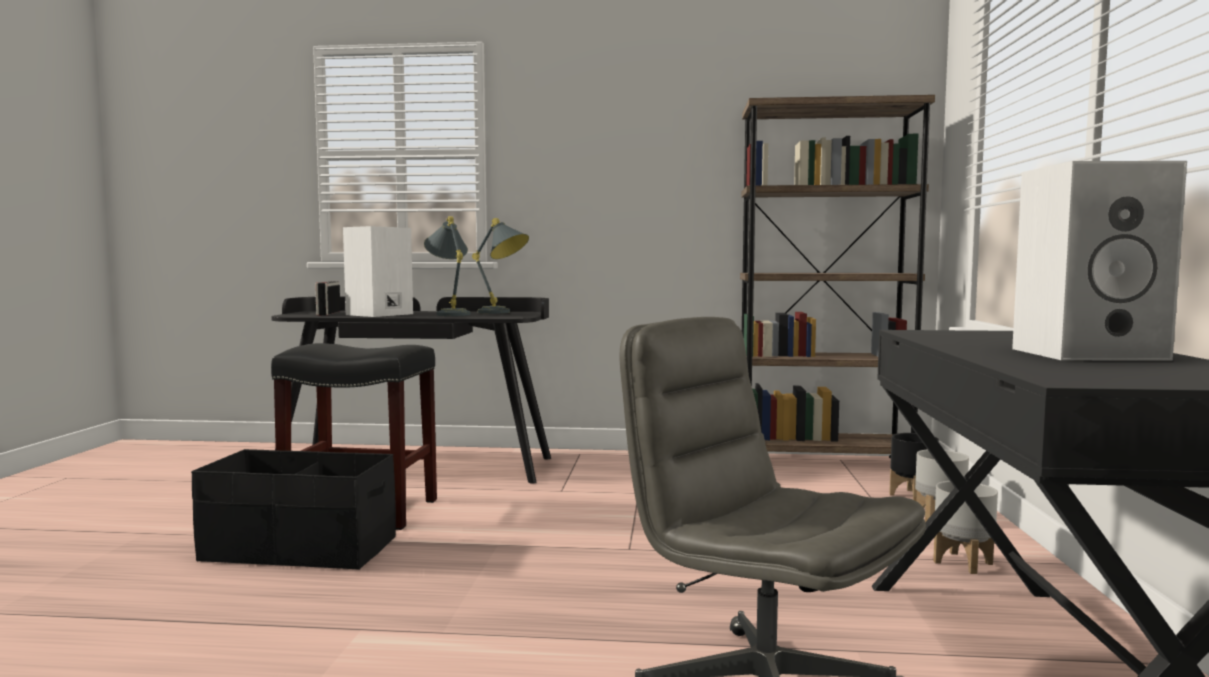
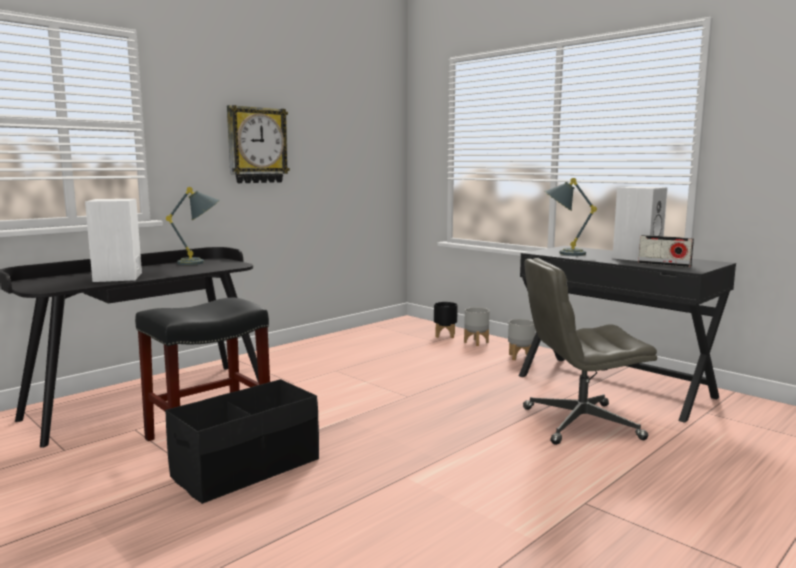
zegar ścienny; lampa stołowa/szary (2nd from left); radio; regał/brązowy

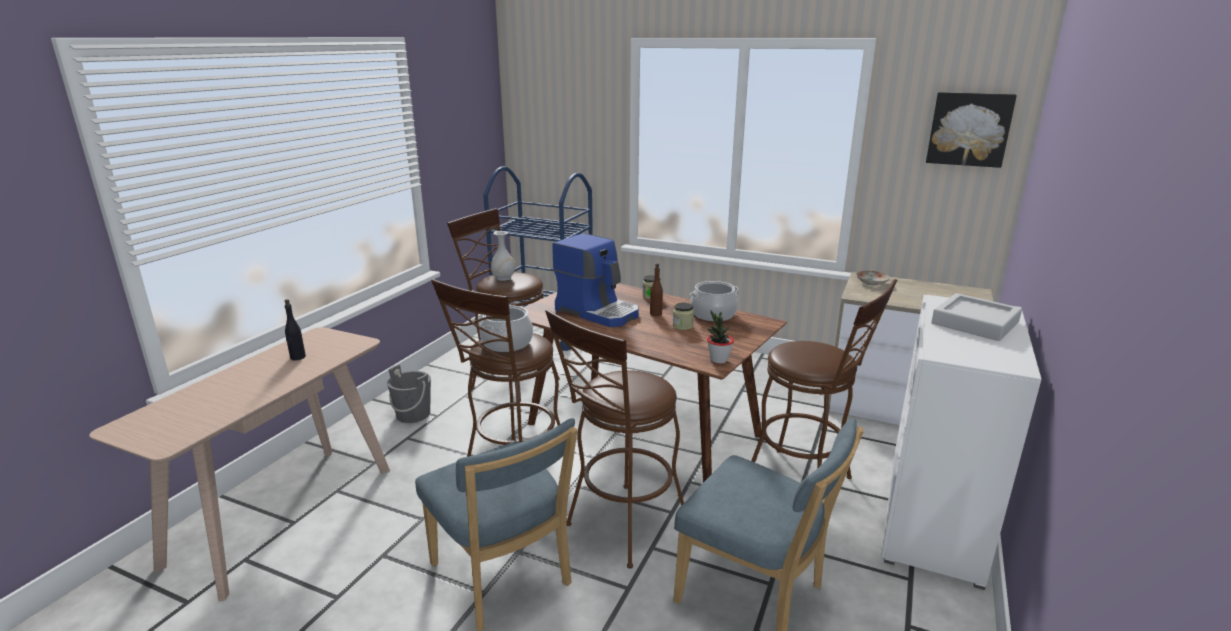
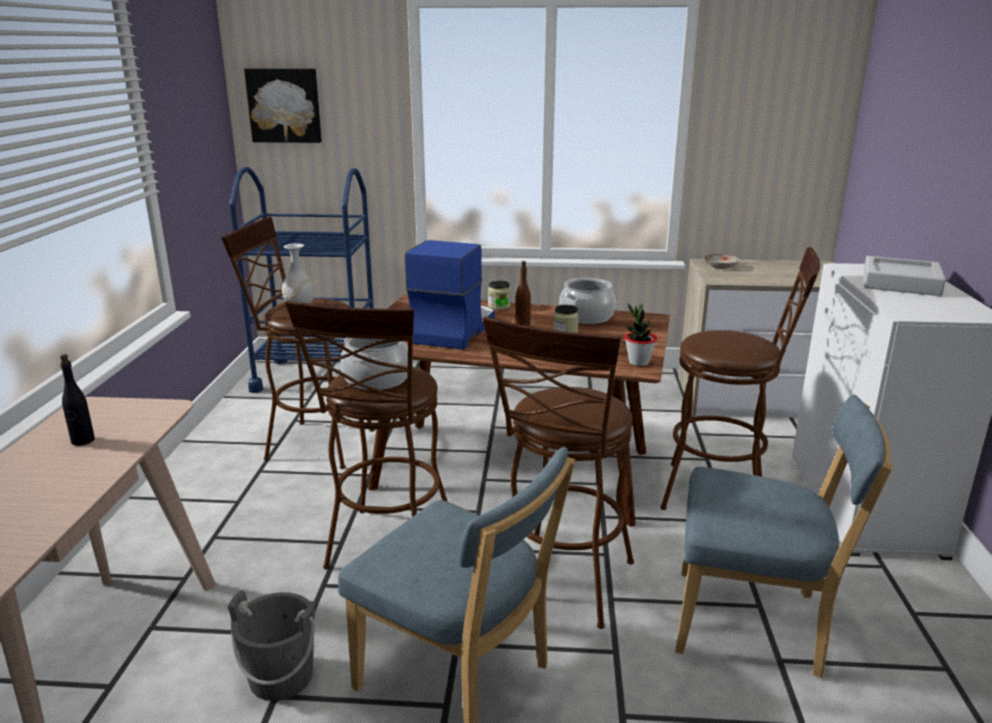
wiadro/szary; obraz; ekspres do kawy

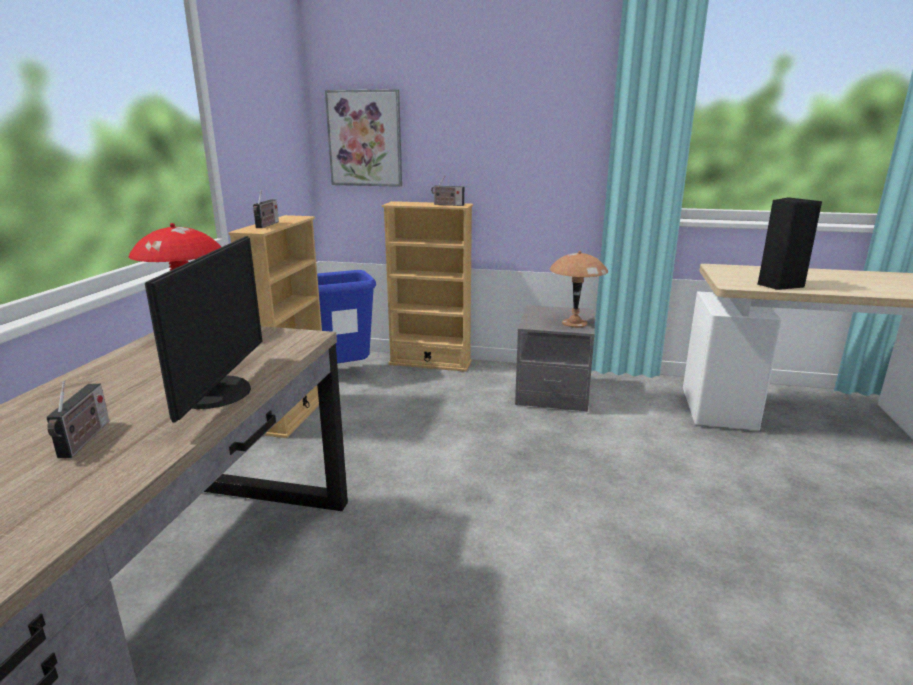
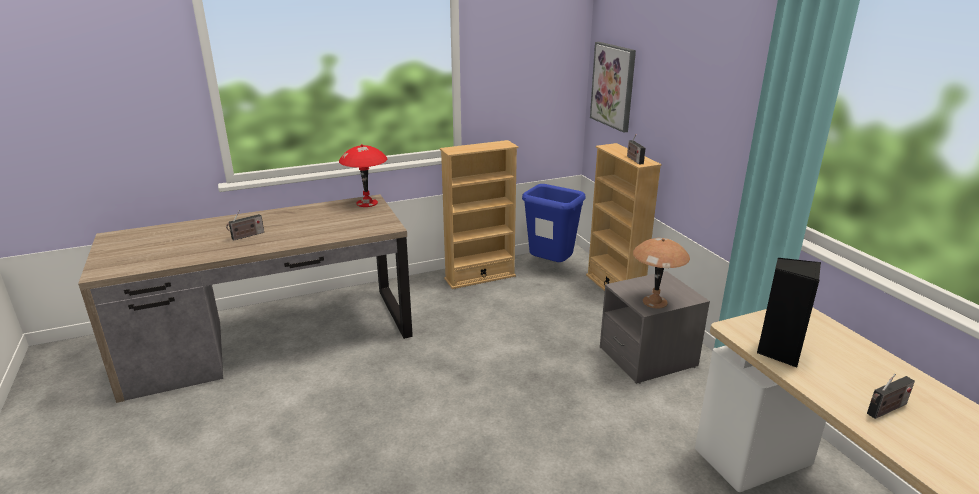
radio (3rd from left); monitor

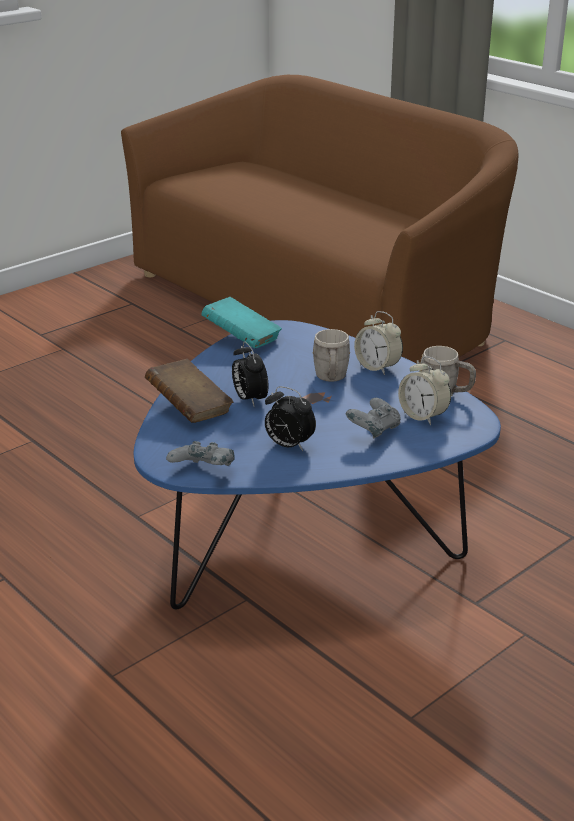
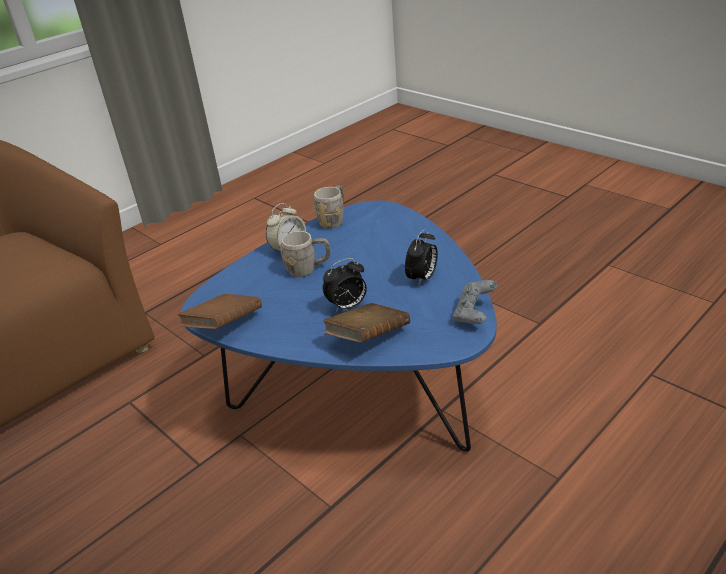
książka/brązowy (1st from left); pad do gier/szary (2nd from left in the first image); budzik (4th from left in the first image)

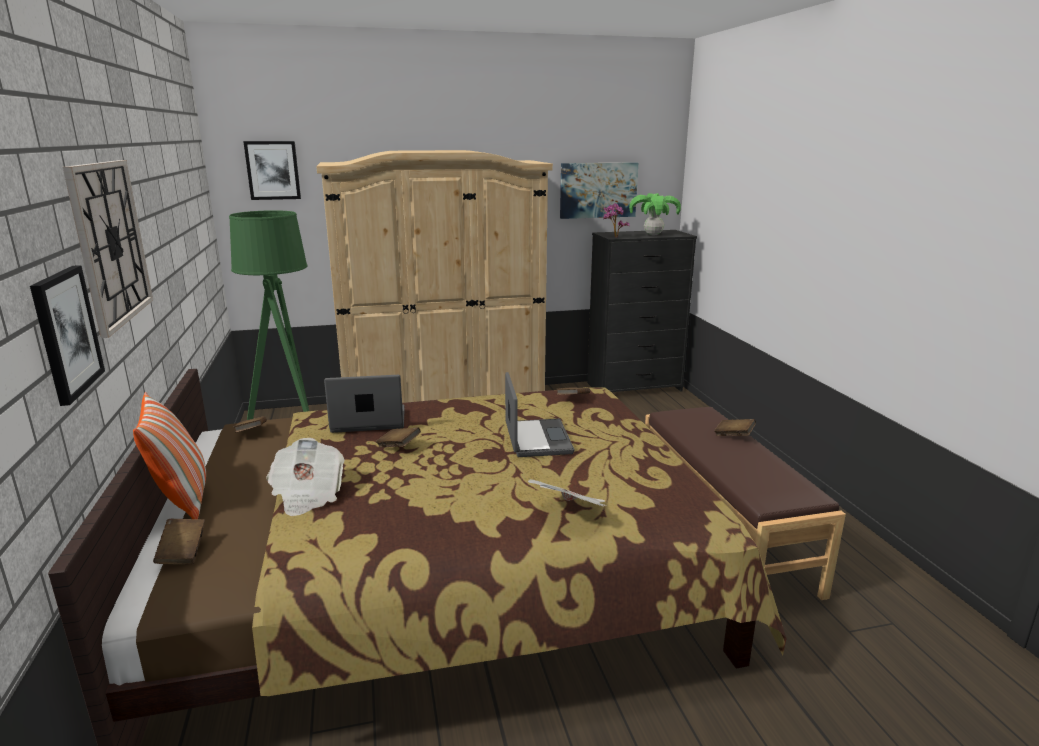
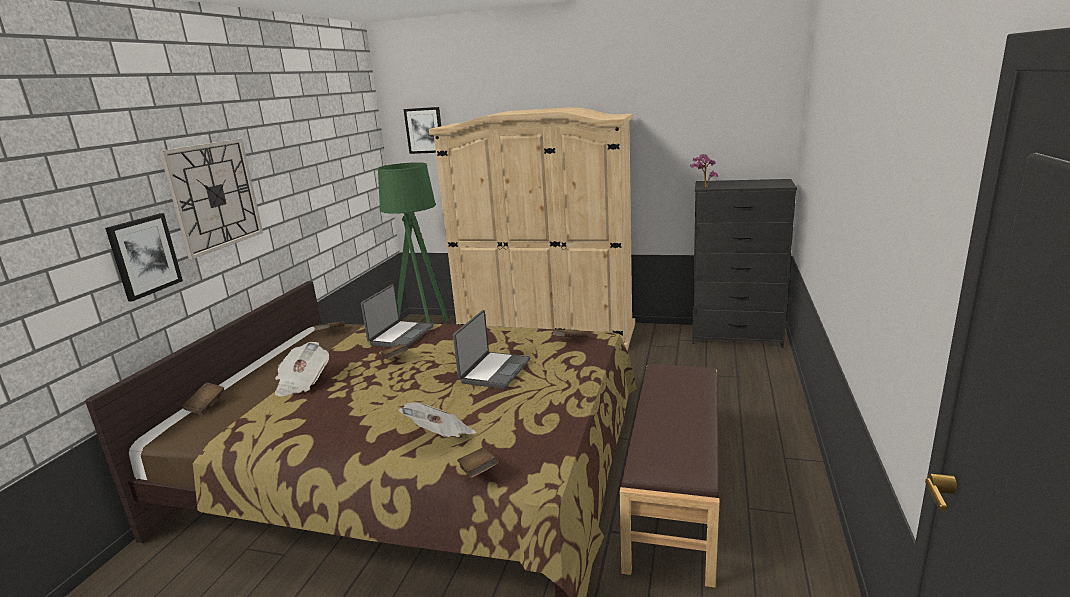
laptop (1st from left); książka/brązowy (4th from left); poduszka; obraz (3rd from left in the first image); roślina doniczkowa (2nd from left in the first image)

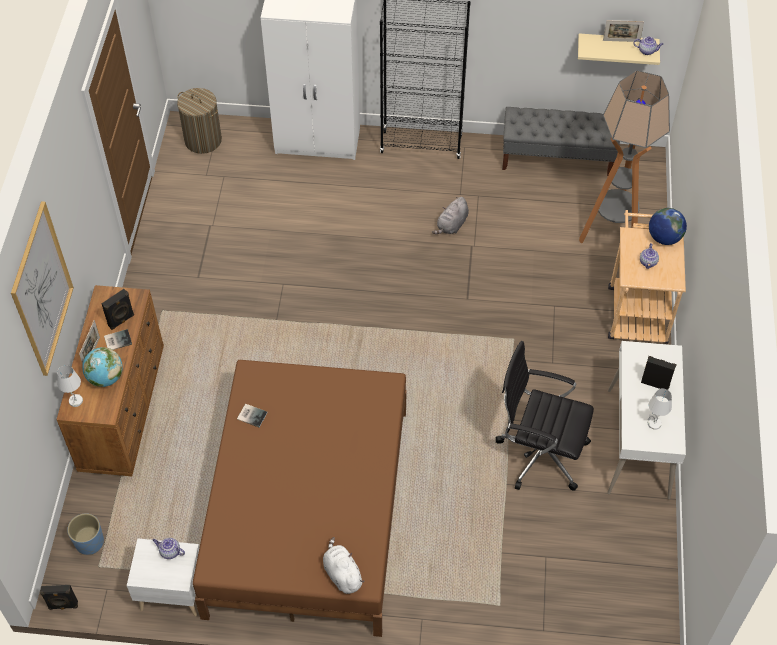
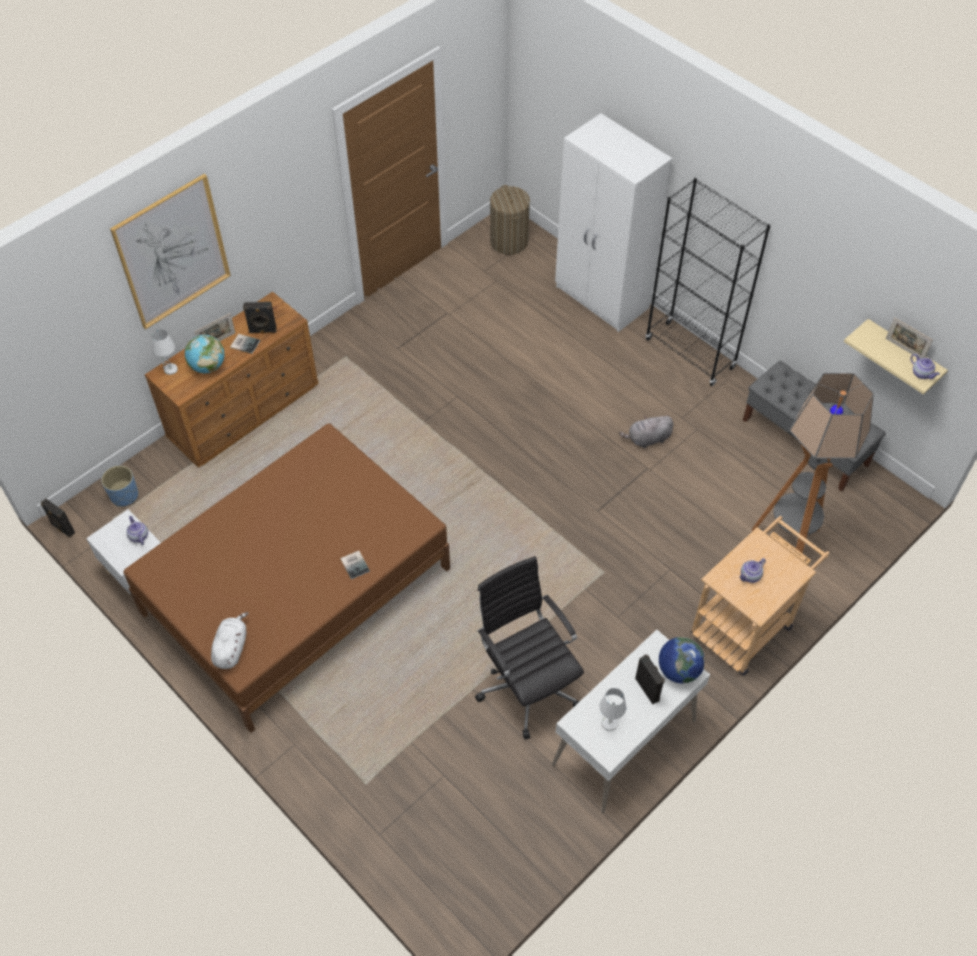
książka (2nd from left); globus (2nd from left)

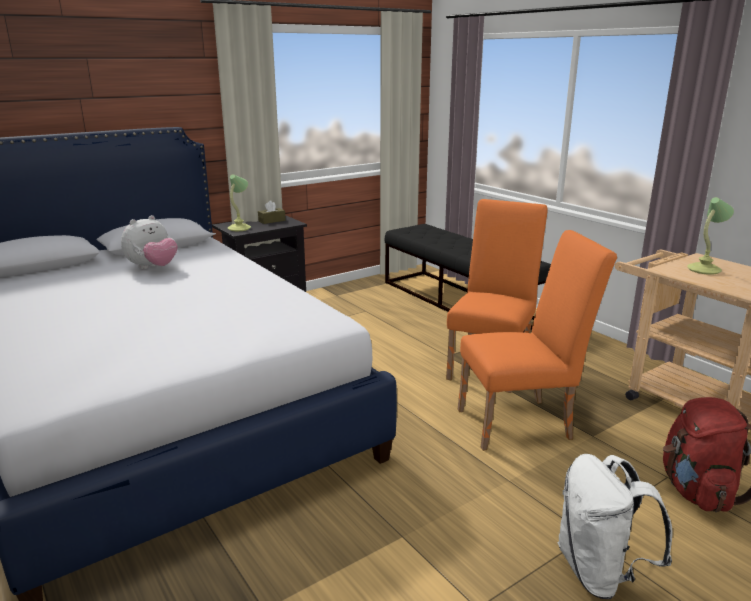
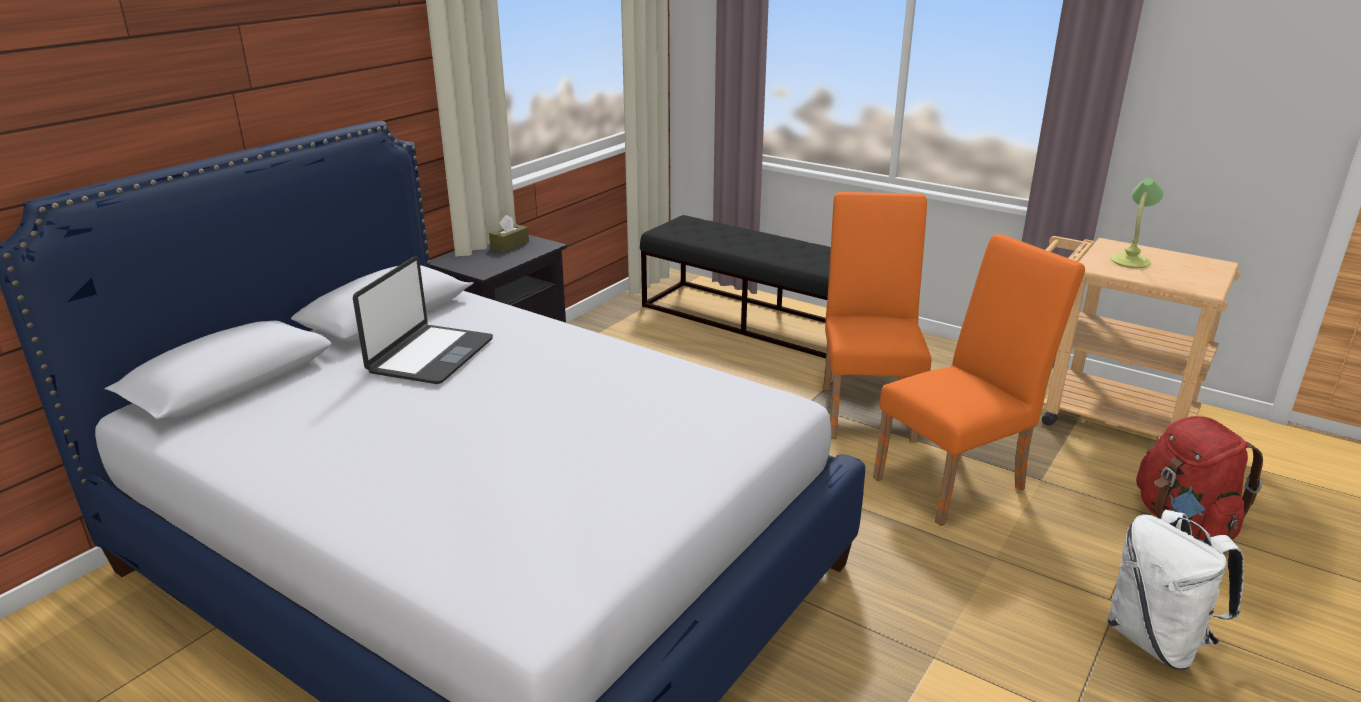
laptop; lampa stołowa (1st from left in the first image)

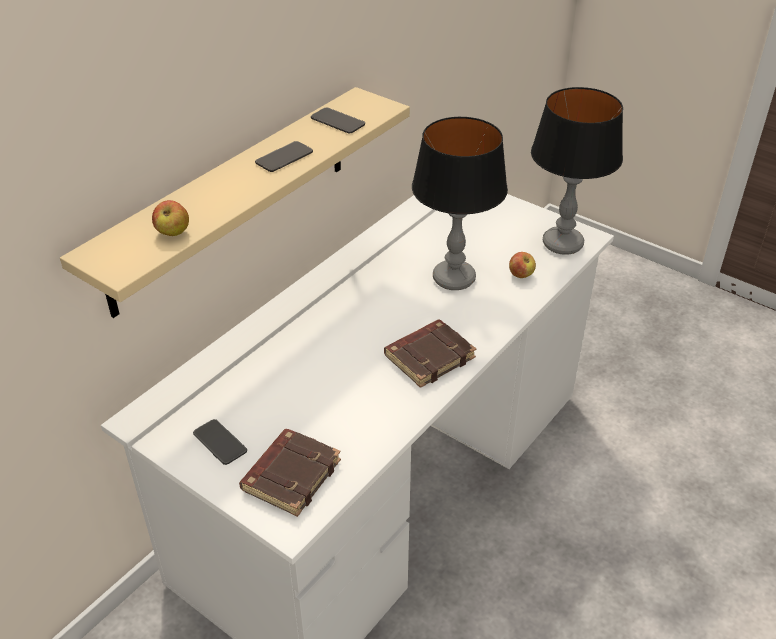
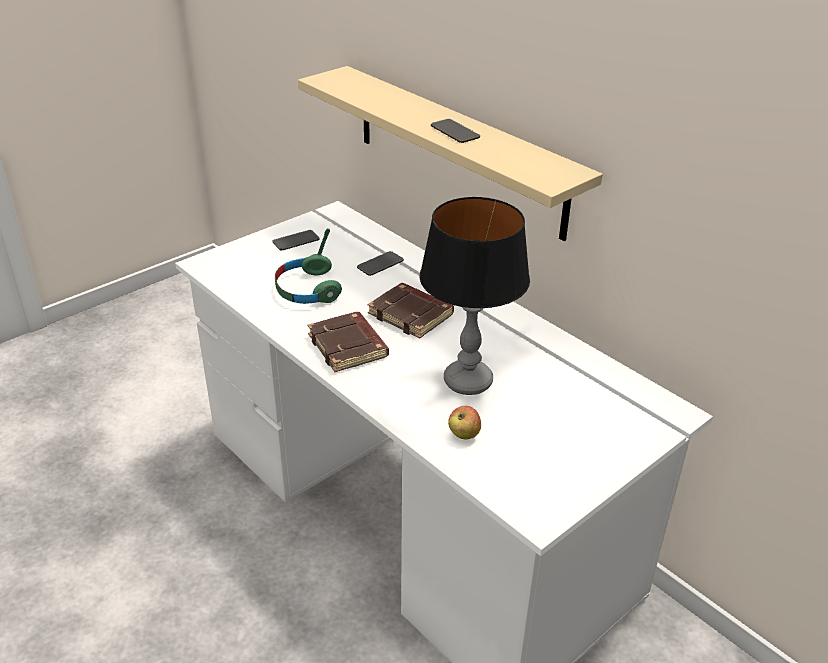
słuchawki/zielony; telefon (2nd from left); książka/brązowy (2nd from left); jabłko (1st from left in the first image); lampa stołowa (2nd from left in the first image)

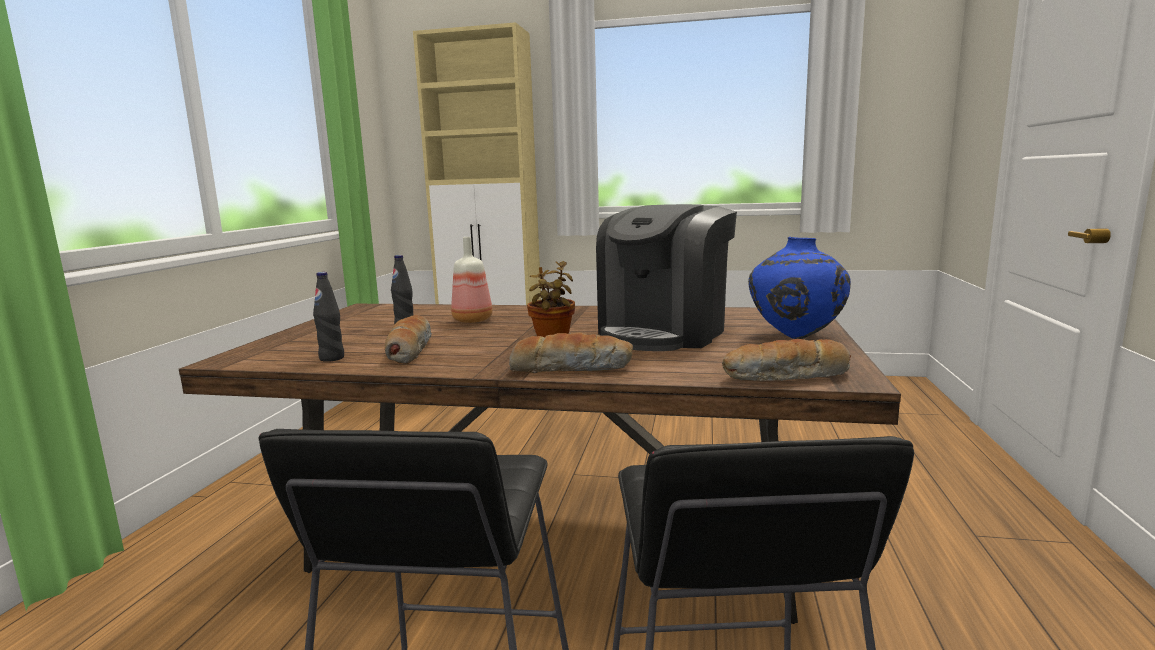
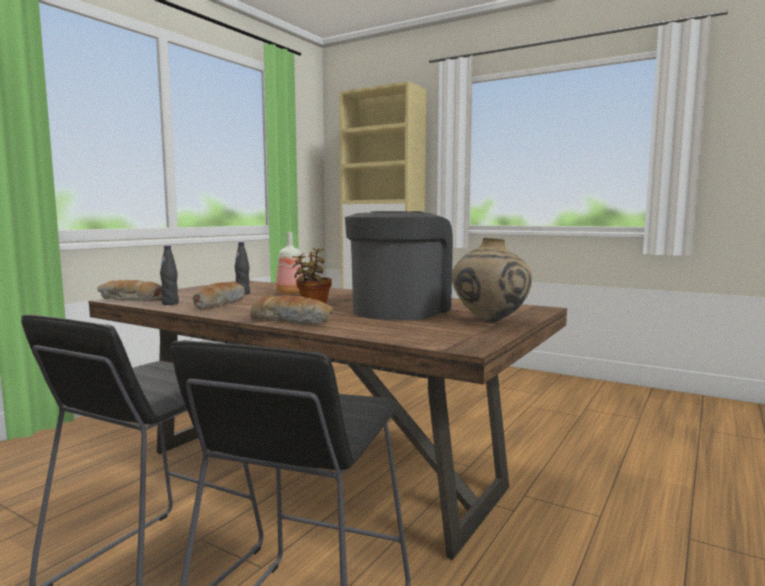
chleb (1st from left); ekspres do kawy; wazon/beżowy

